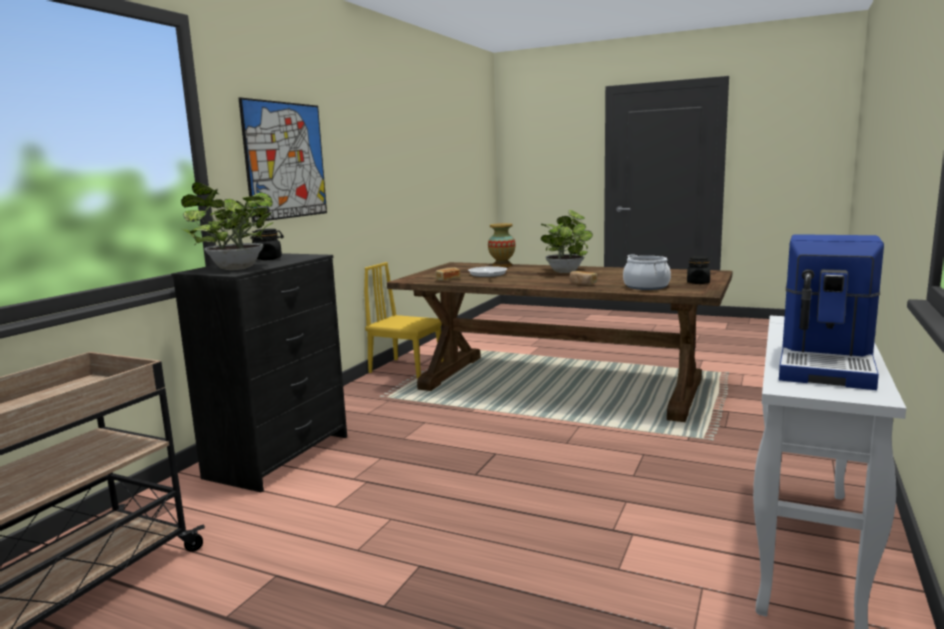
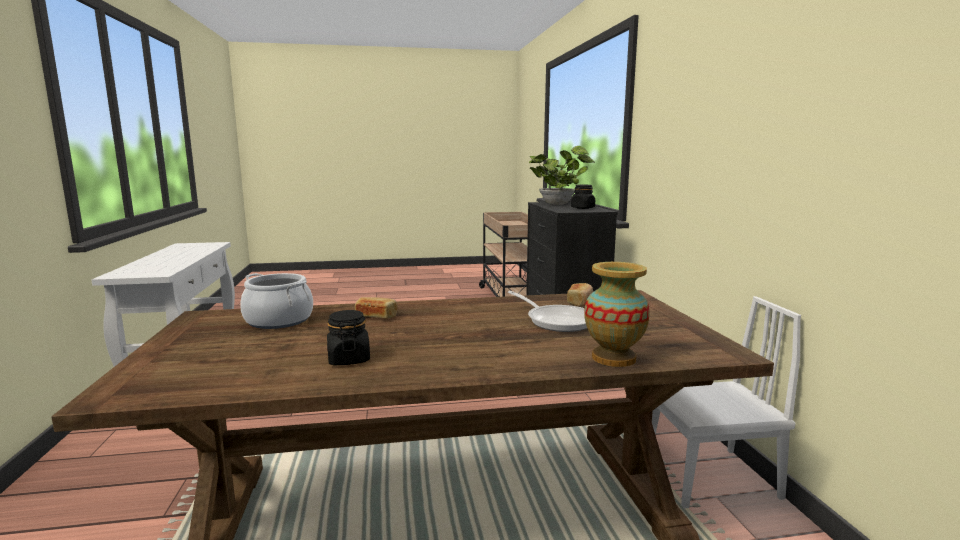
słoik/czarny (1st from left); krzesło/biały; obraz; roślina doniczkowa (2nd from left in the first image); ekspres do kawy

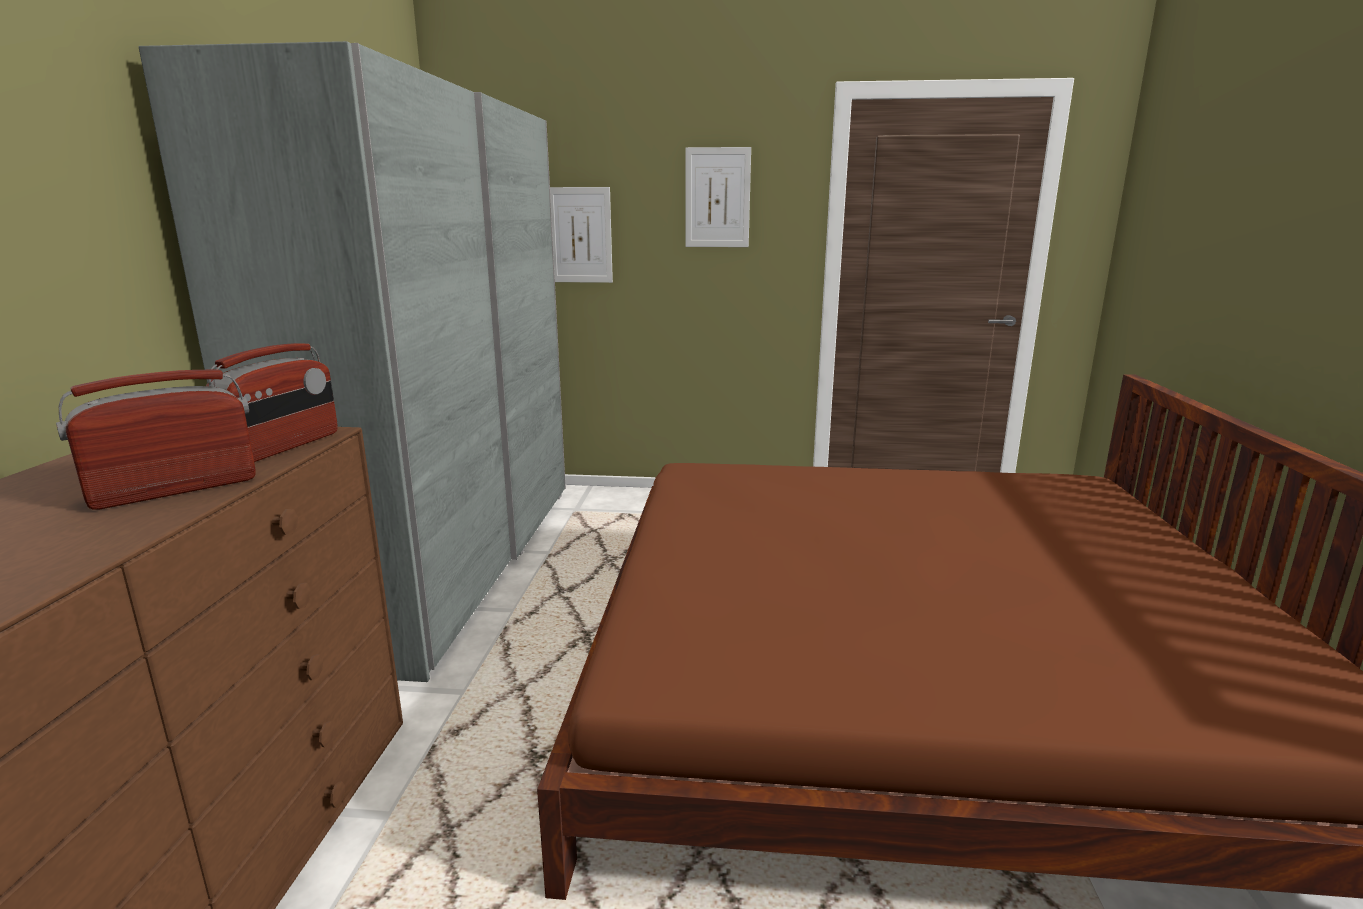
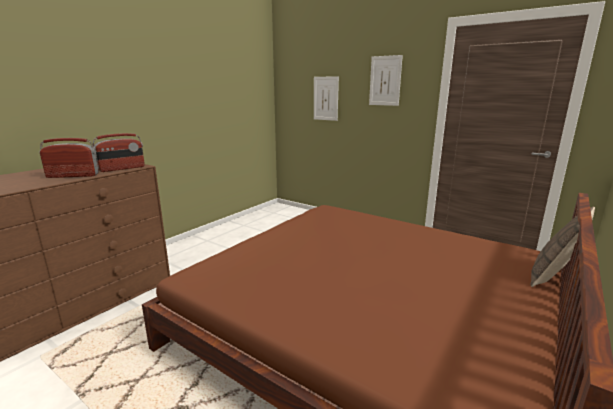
poduszka; szafa/szary

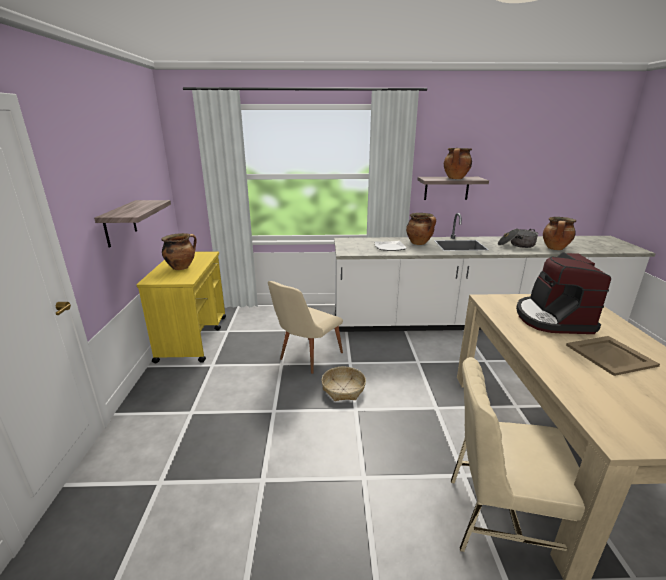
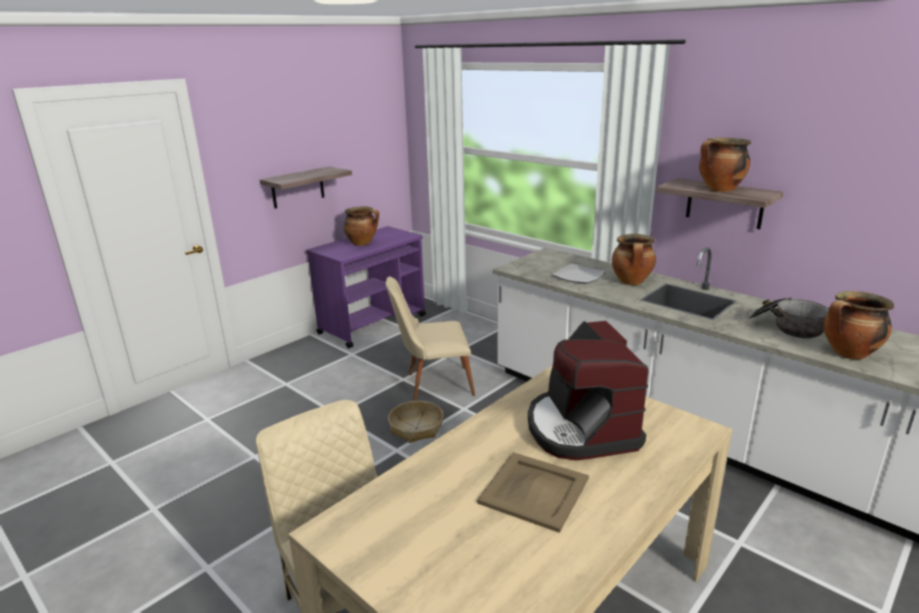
wózek/fioletowy; ekspres do kawy

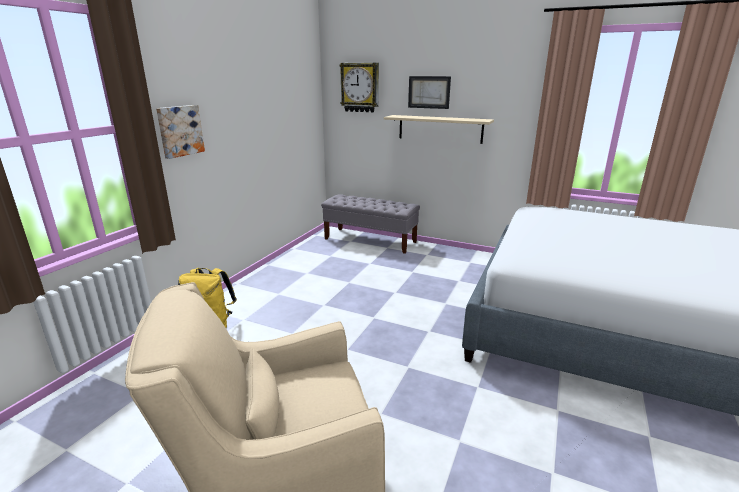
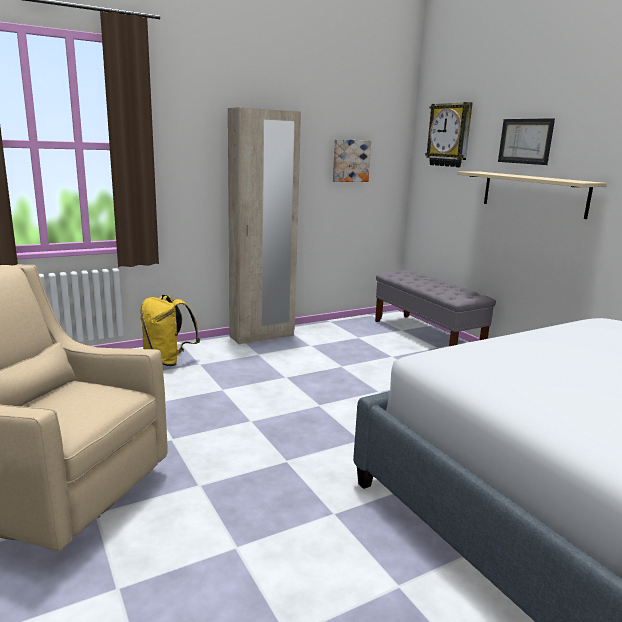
szafa/beżowy; obraz (1st from left)

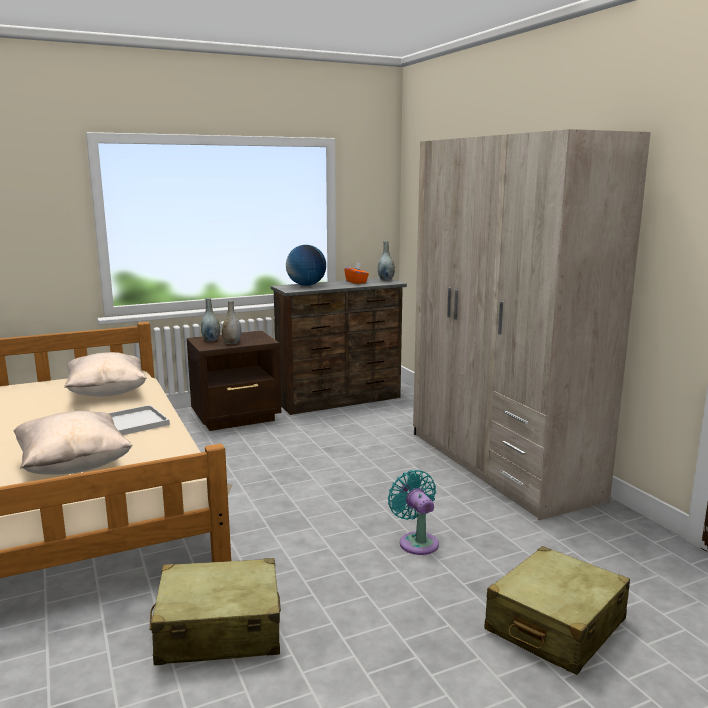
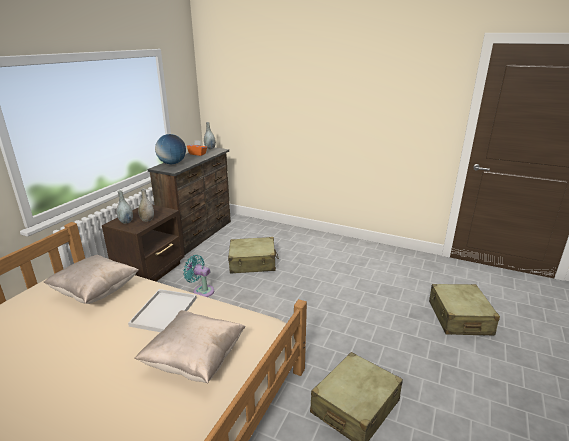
wentylator/turkusowy; walizka/beżowy (1st from left); szafa/beżowy

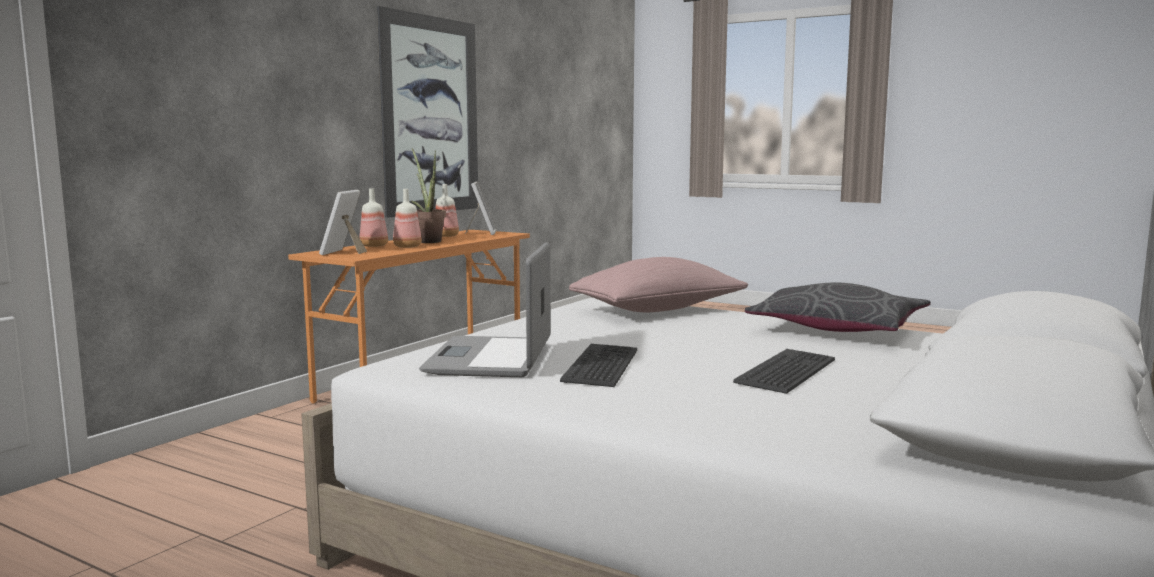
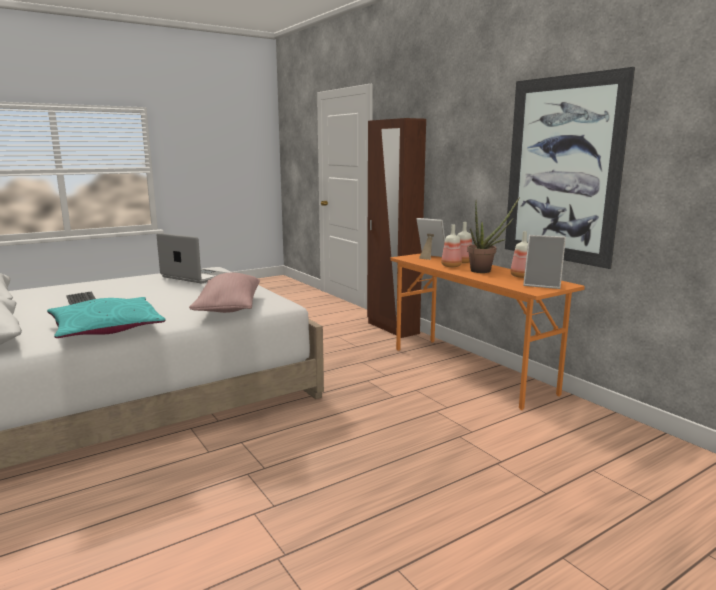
poduszka/turkusowy; szafa/brązowy; klawiatura (1st from left in the first image)

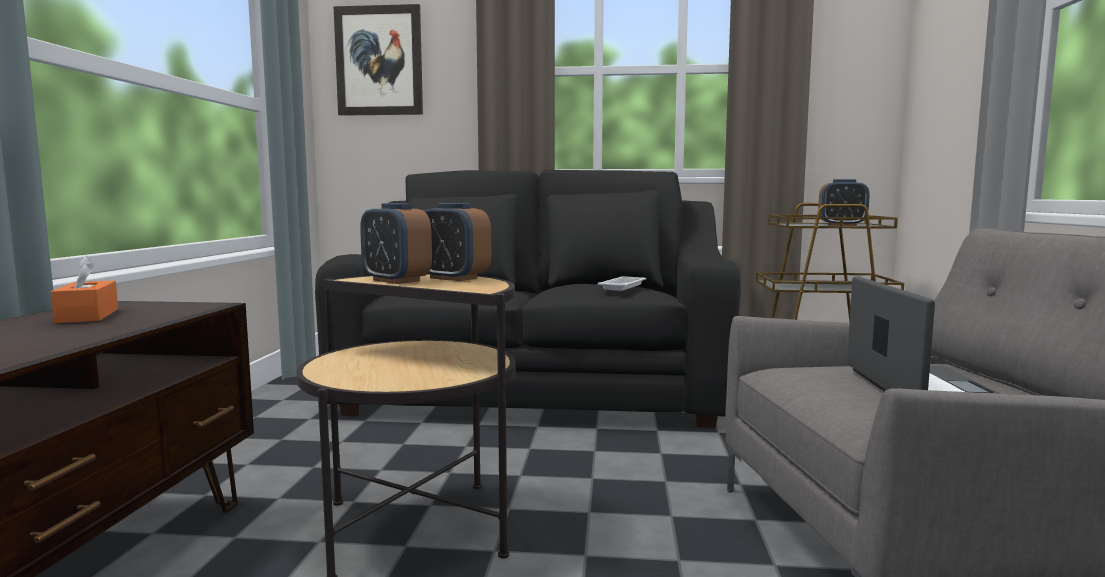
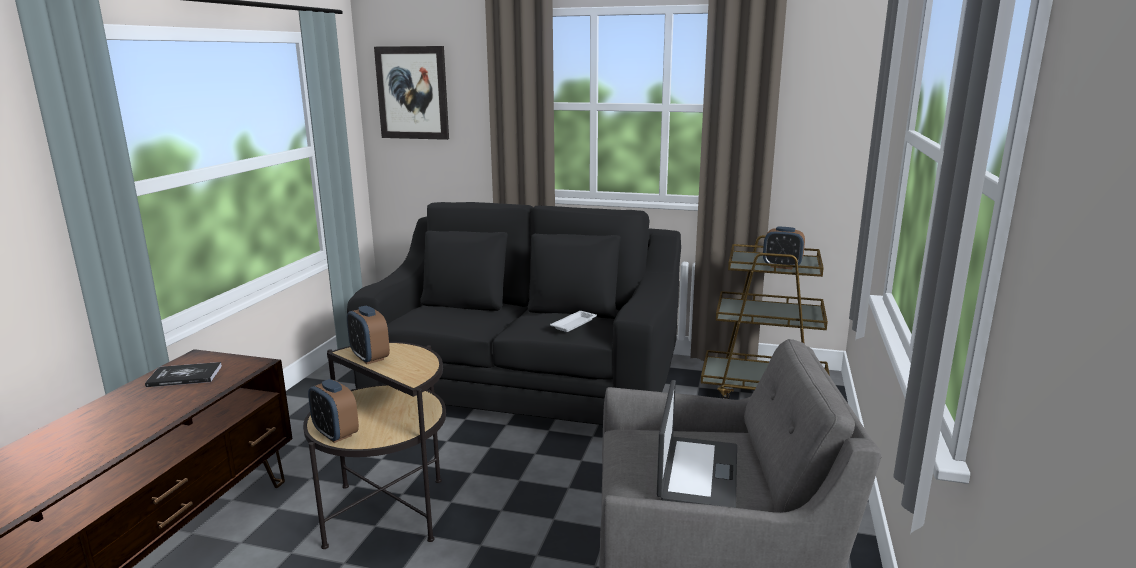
książka; budzik (1st from left)

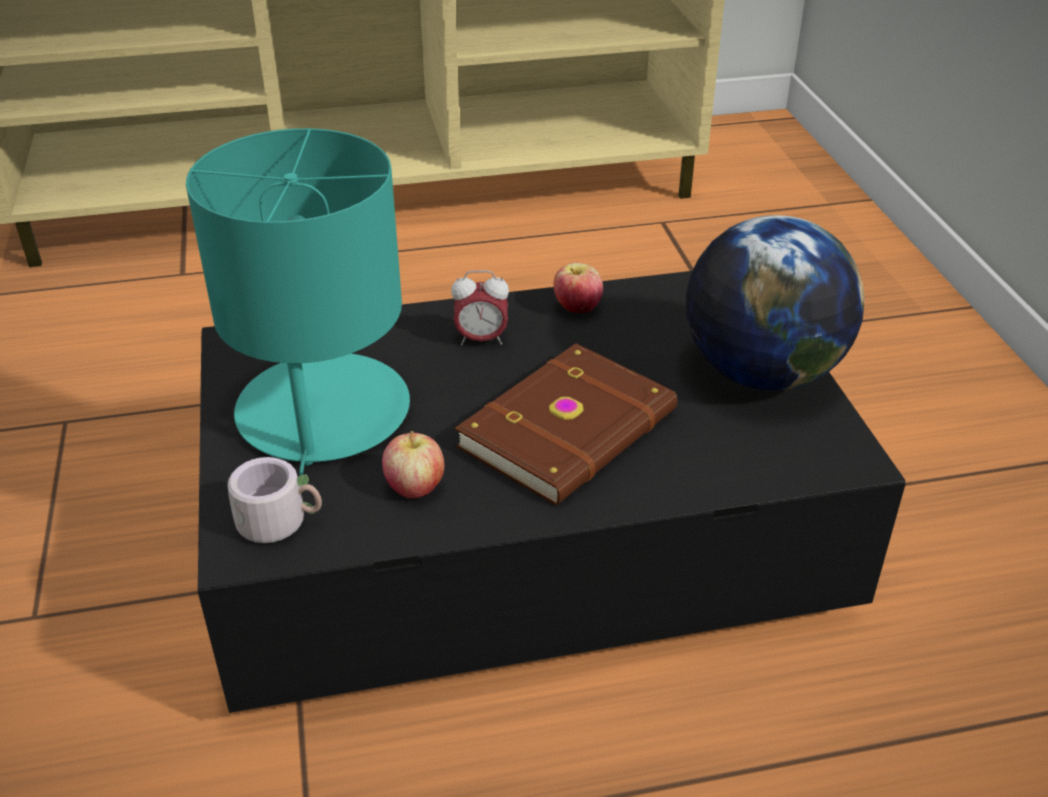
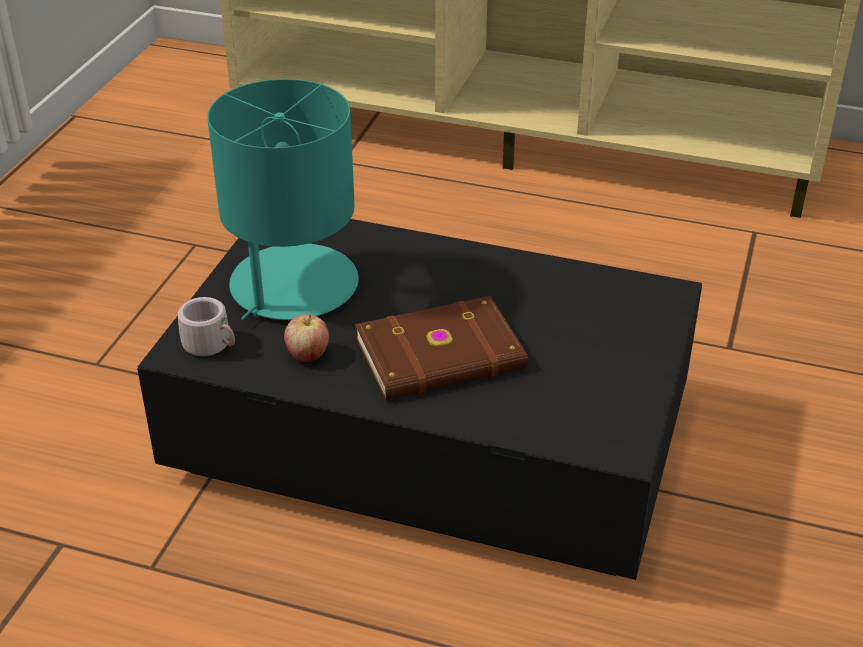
budzik; jabłko (2nd from left in the first image); globus

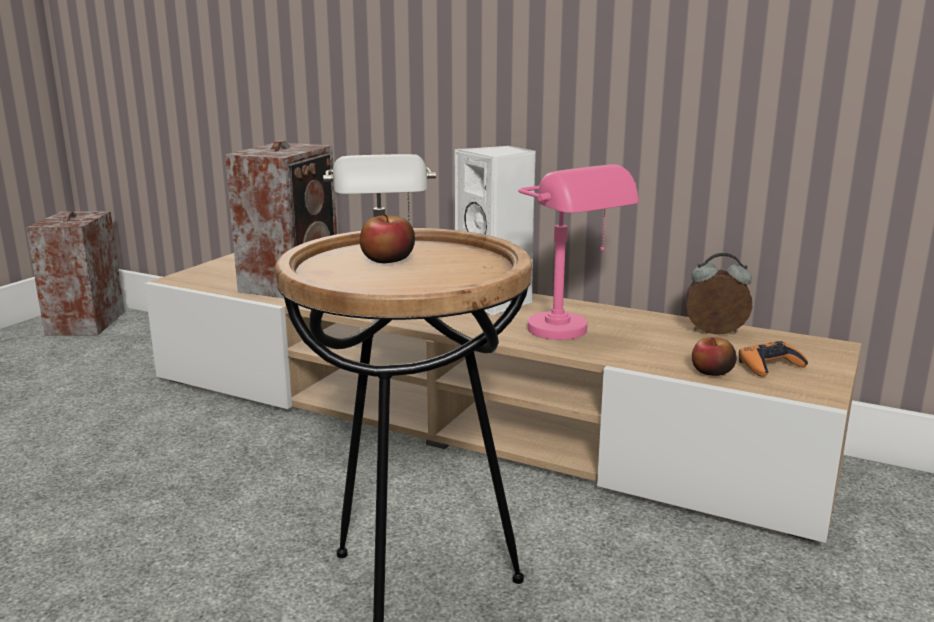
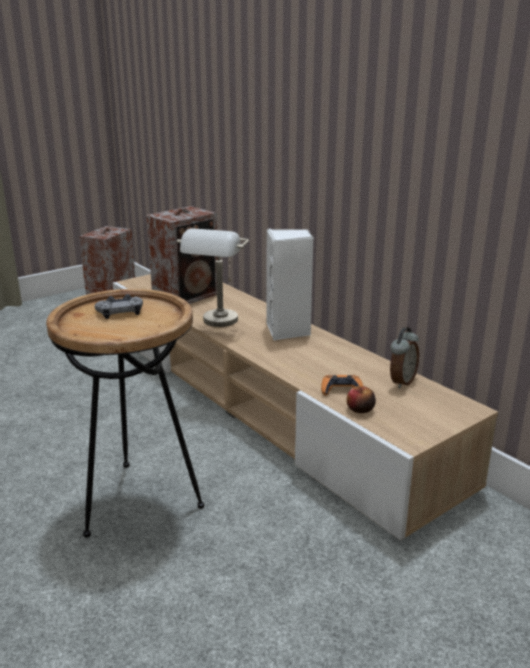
pad do gier/szary; pad do gier/pomarańczowy; budzik; lampa stołowa/różowy

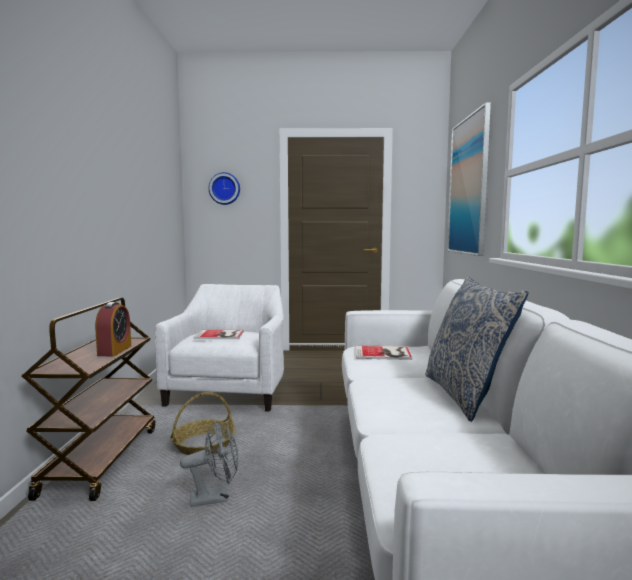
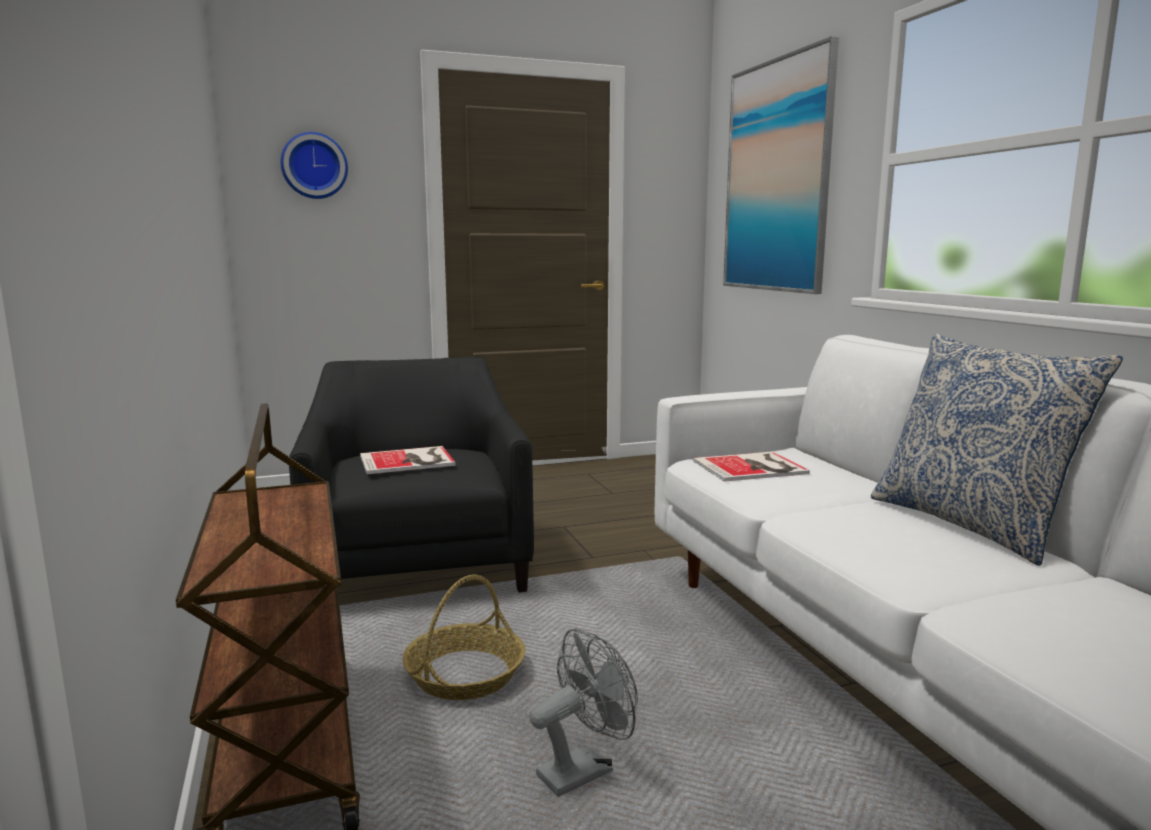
fotel/czarny; budzik

